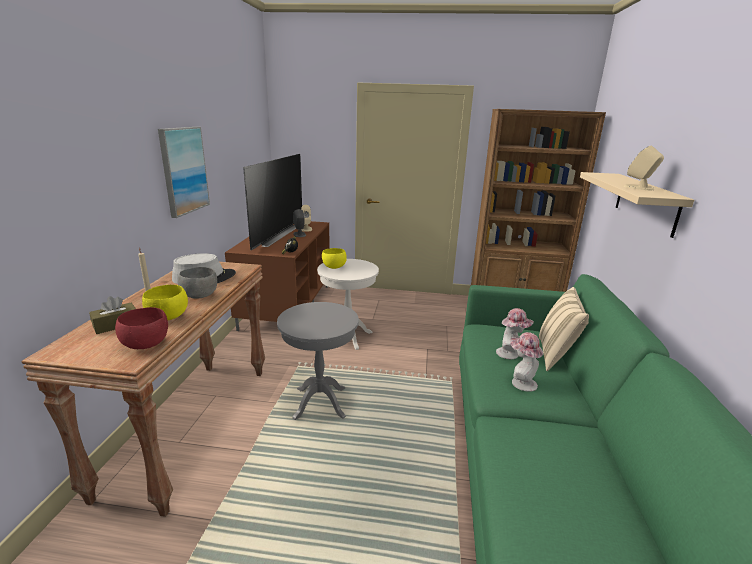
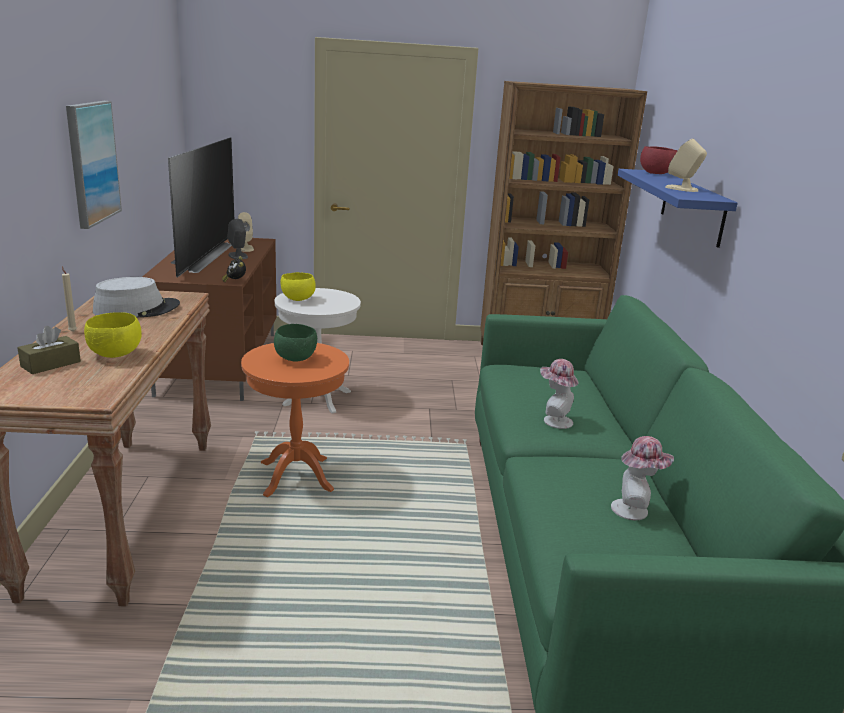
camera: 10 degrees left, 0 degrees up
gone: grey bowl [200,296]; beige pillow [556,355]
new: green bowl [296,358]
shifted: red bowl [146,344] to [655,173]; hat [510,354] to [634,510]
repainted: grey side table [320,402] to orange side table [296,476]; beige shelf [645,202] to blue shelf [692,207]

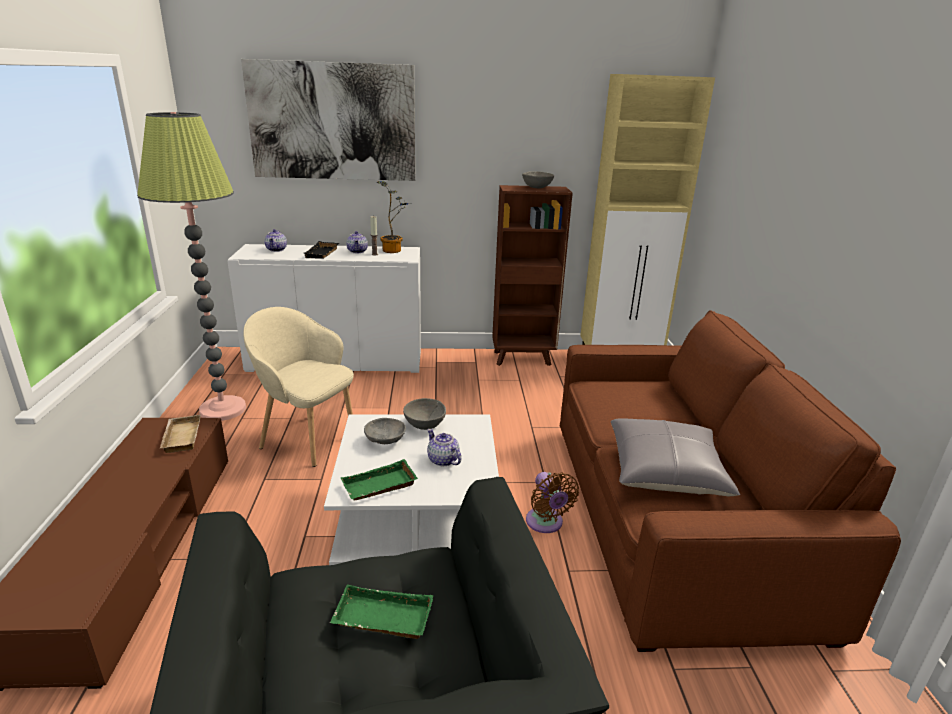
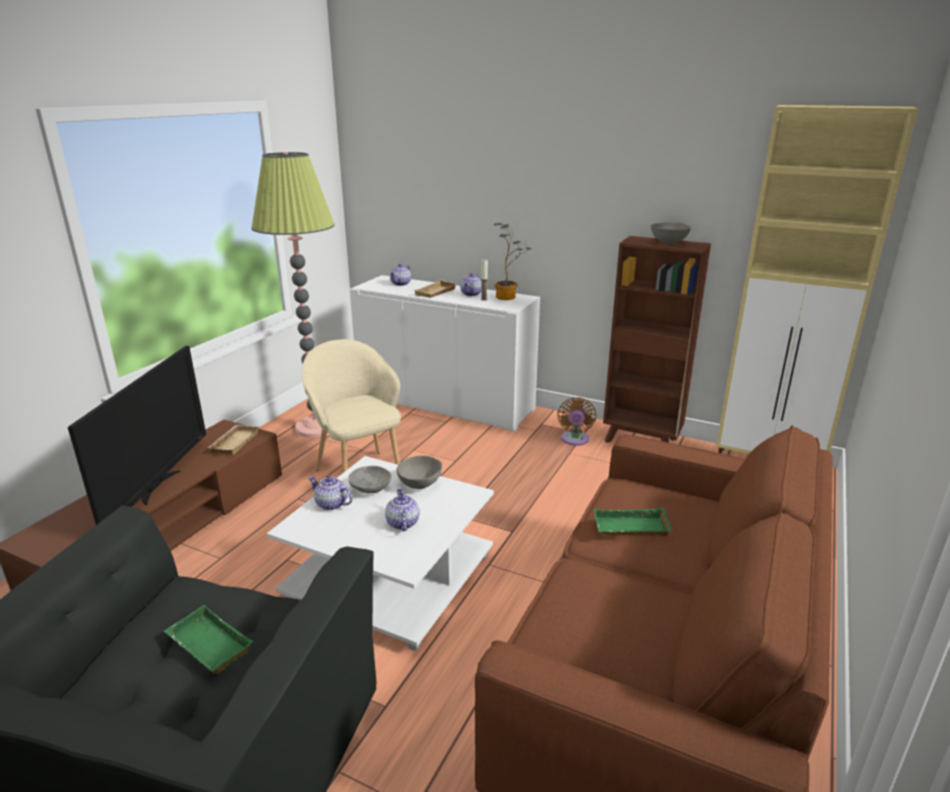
camera: 30 degrees right, 0 degrees up
gone: picture [332,122]; grey pillow [666,470]
new: television [157,486]; teapot [331,504]
shifted: green tray [379,487] to [630,529]; brown fan [546,523] to [574,440]
repainted: black tray [323,253] to beige tray [436,292]

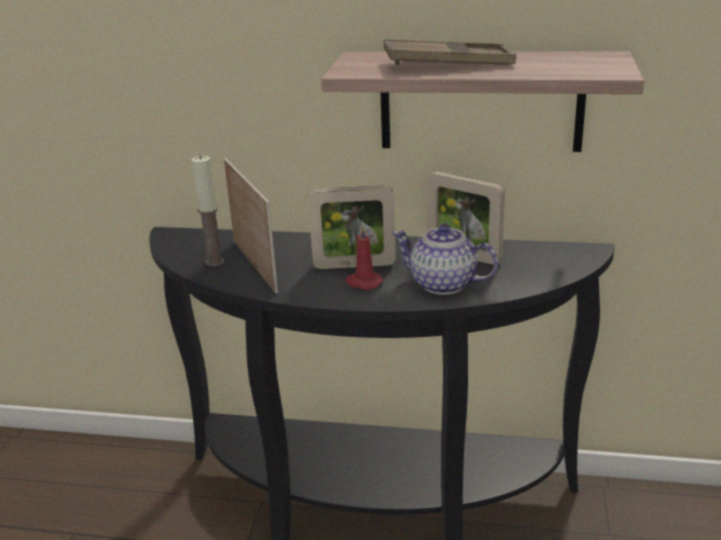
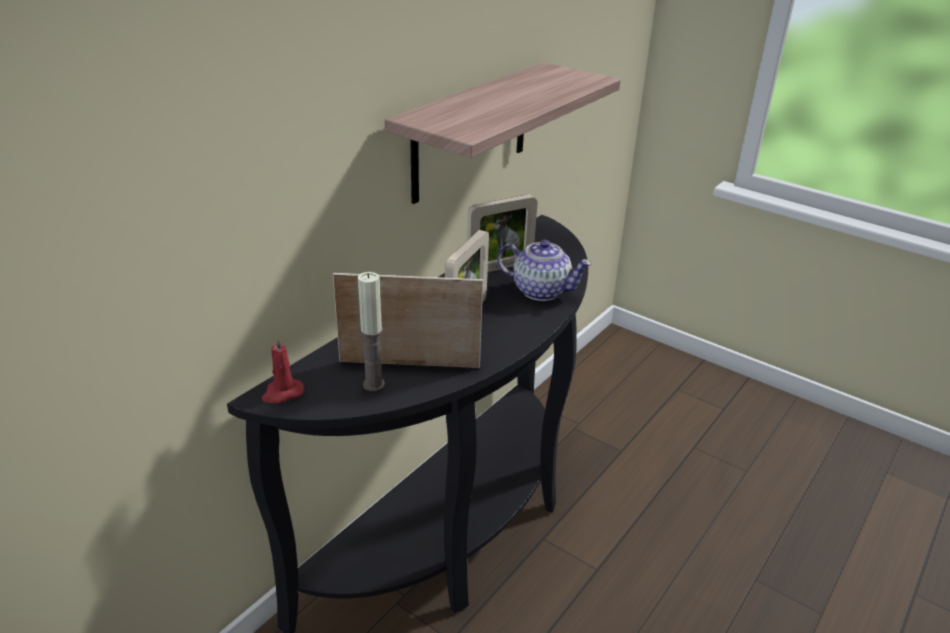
camera: 65 degrees left, 5 degrees up
gone: brown tray [448,63]
shifted: red candle [363,283] to [282,393]
rotated: teapot [444,284] = [540,290] 120 degrees counterclockwise

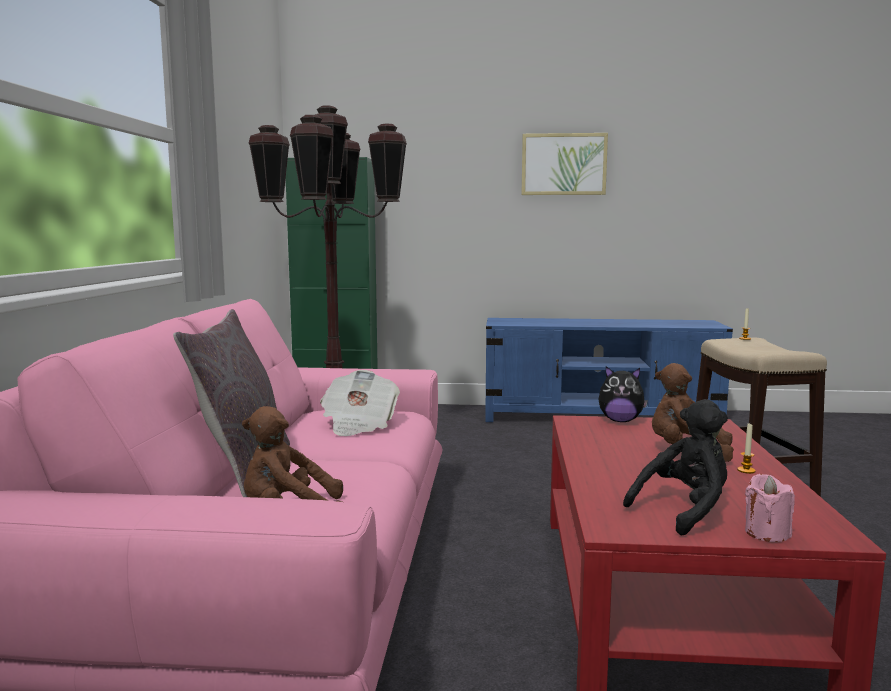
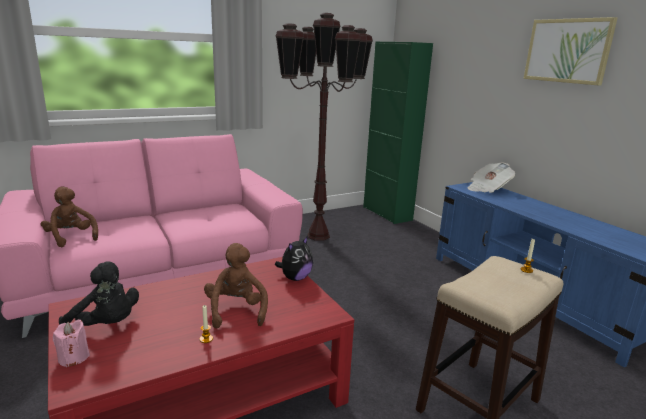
camera: 55 degrees right, 10 degrees up
gone: grey pillow [243,471]
shifted: newspaper [359,424] to [487,189]
rotated: plush toy [620,421] = [295,278] 120 degrees counterclockwise

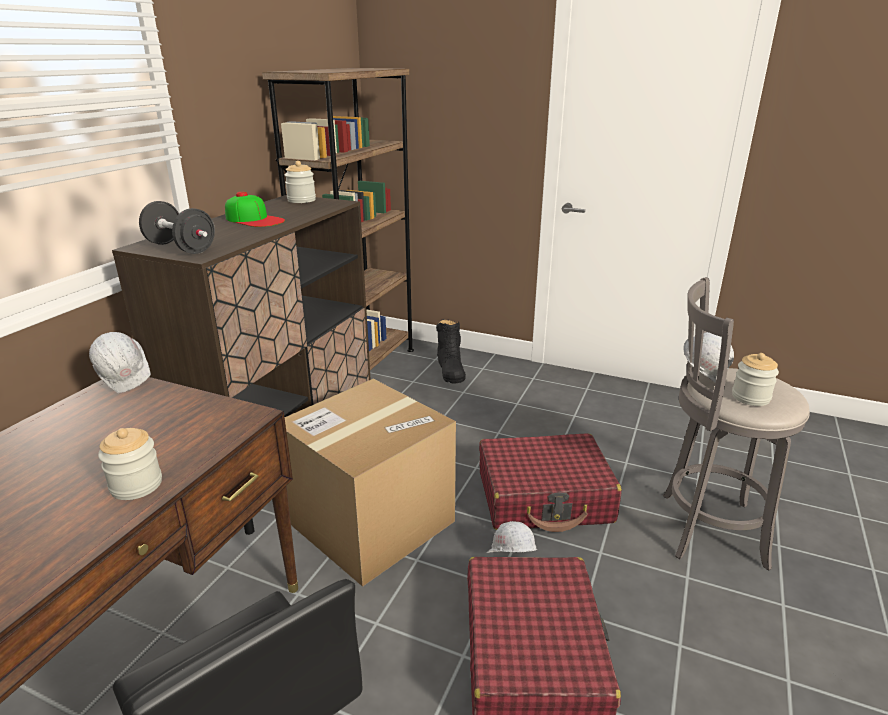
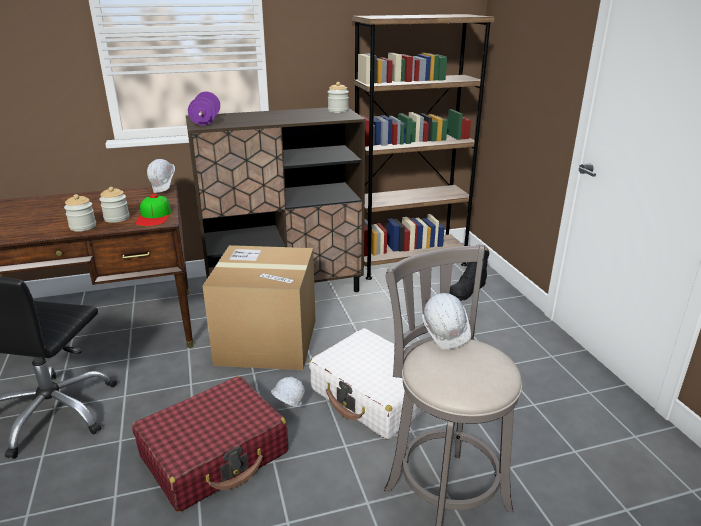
camera: 50 degrees right, 0 degrees up
shifted: cap [254,219] to [154,216]; jar [750,397] to [116,218]
repainted: black dumbbell [180,248] to purple dumbbell [206,121]; red suitcase [544,497] to white suitcase [374,395]

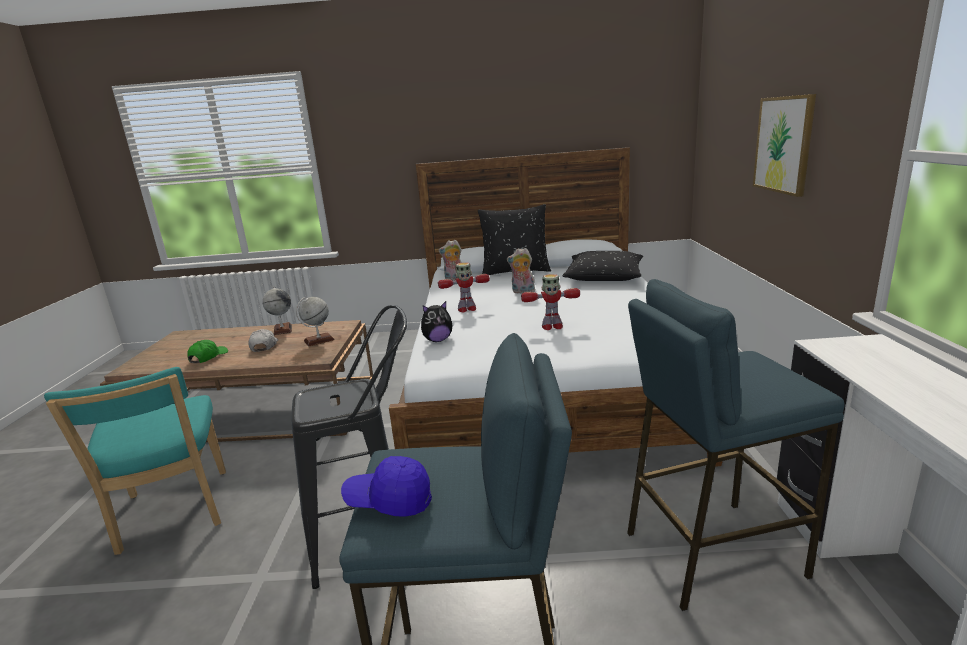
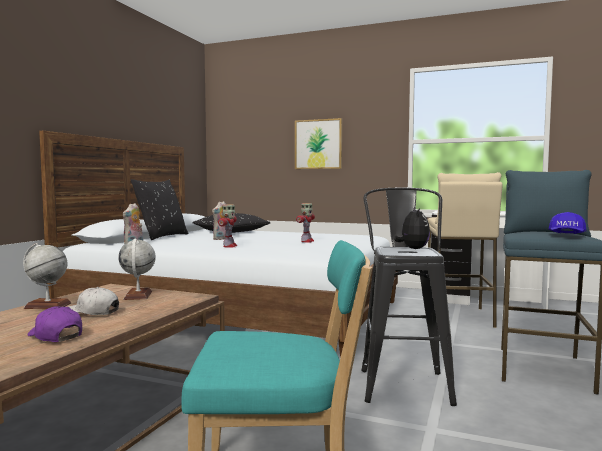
camera: 70 degrees left, 15 degrees down
shifted: plush toy [437,340] to [412,249]
repainted: green cap [208,357] to purple cap [55,336]; blue stool [711,552] to beige stool [459,316]

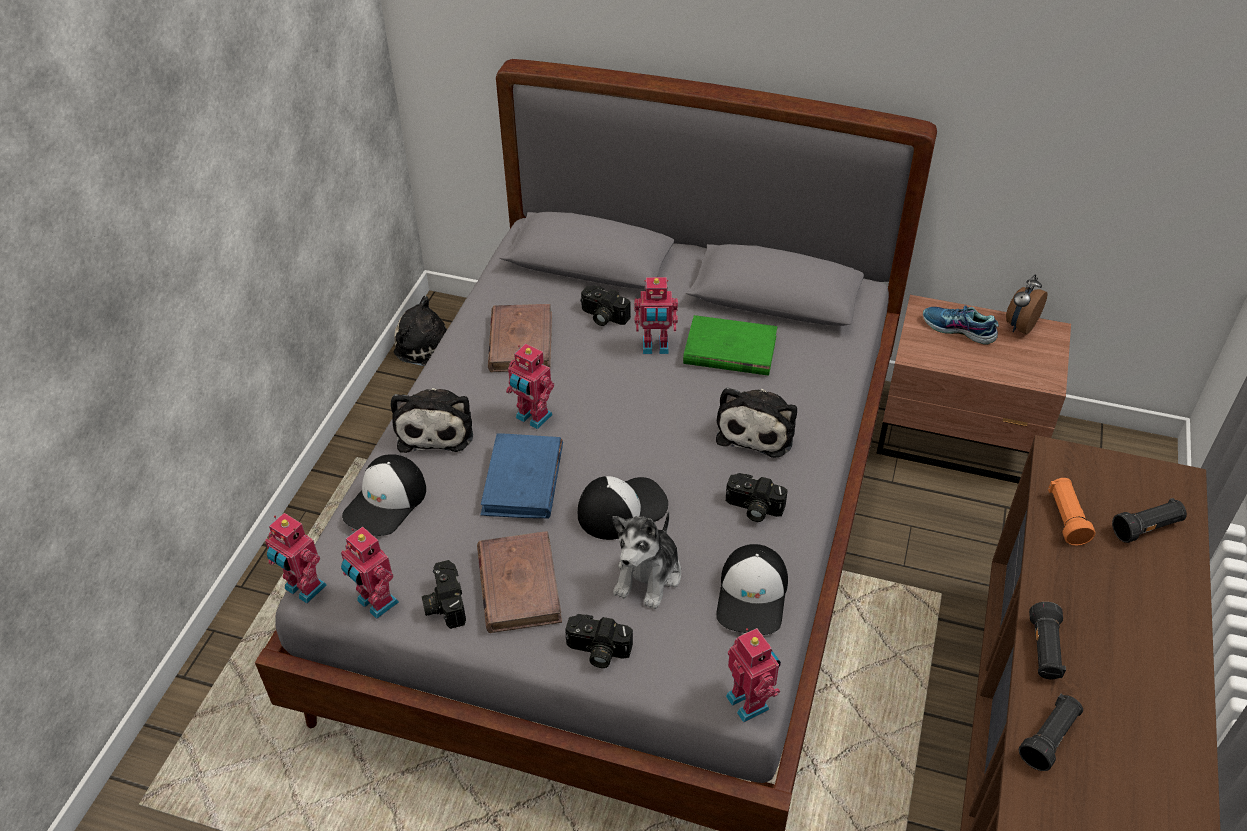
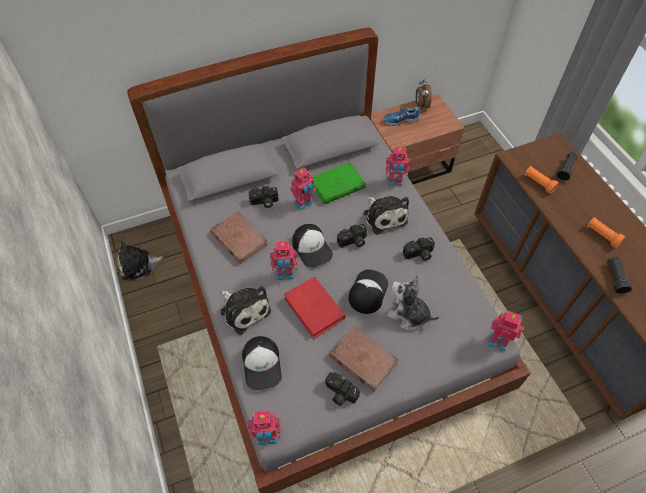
camera: 40 degrees left, 10 degrees up
gone: black flashlight [1044,650]
new: orange flashlight [602,235]
shifted: toy robot [375,603] to [395,182]; photo camera [597,651] to [353,242]; cap [753,596] to [312,248]
repainted: blue book [523,481] to red book [314,308]
rotated: plush toy [648,575] = [409,315] 135 degrees clockwise

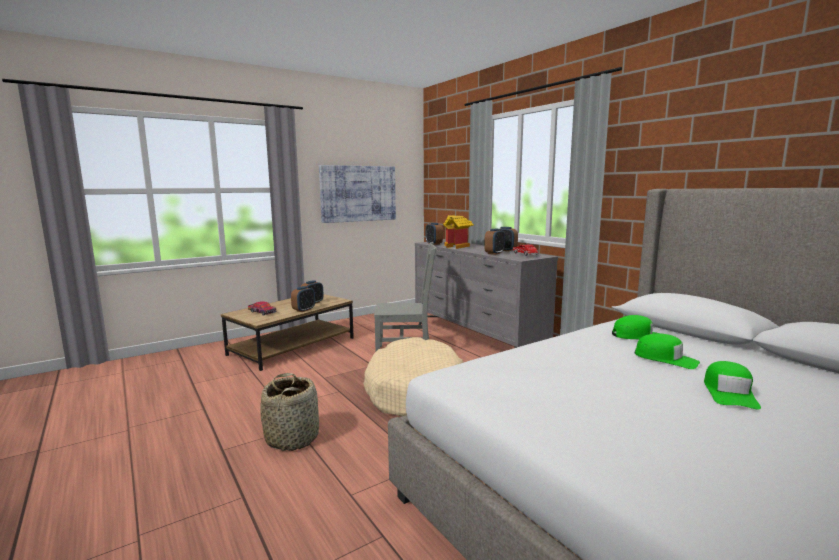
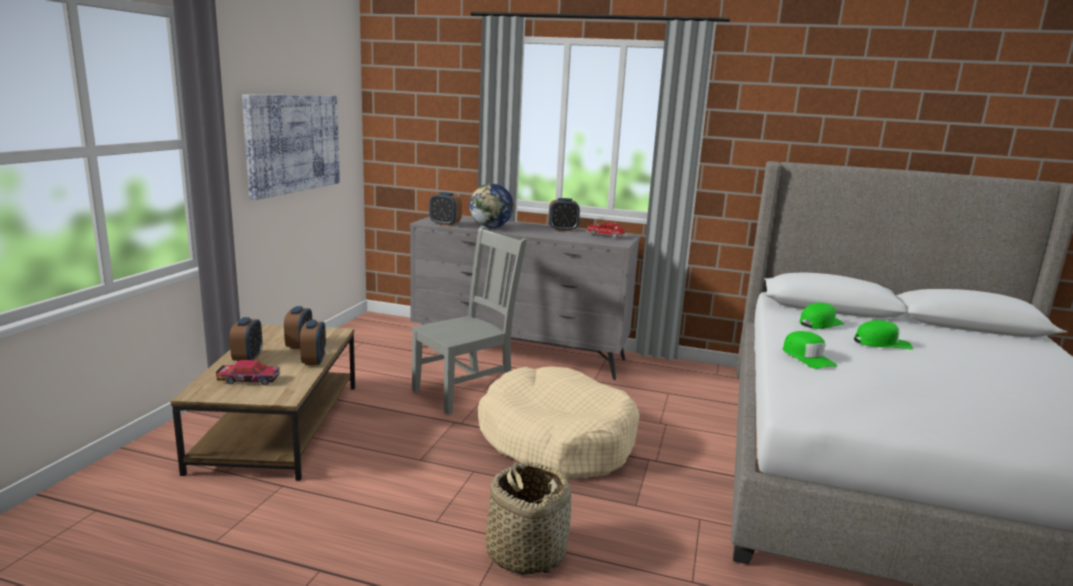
camera: 40 degrees left, 5 degrees up
shifted: alarm clock [494,253] to [248,358]; green cap [729,393] to [807,357]
swapped: toy house [457,246] to globe [491,227]

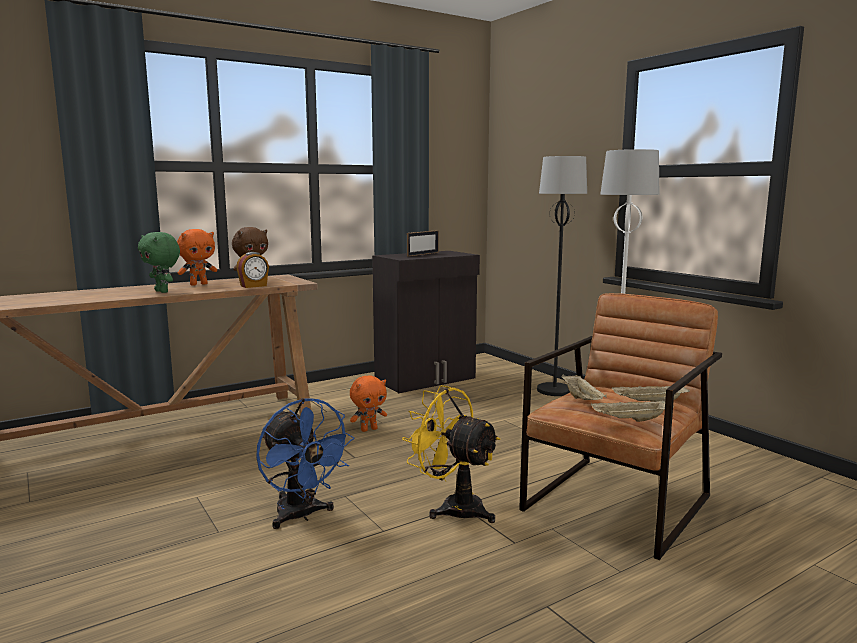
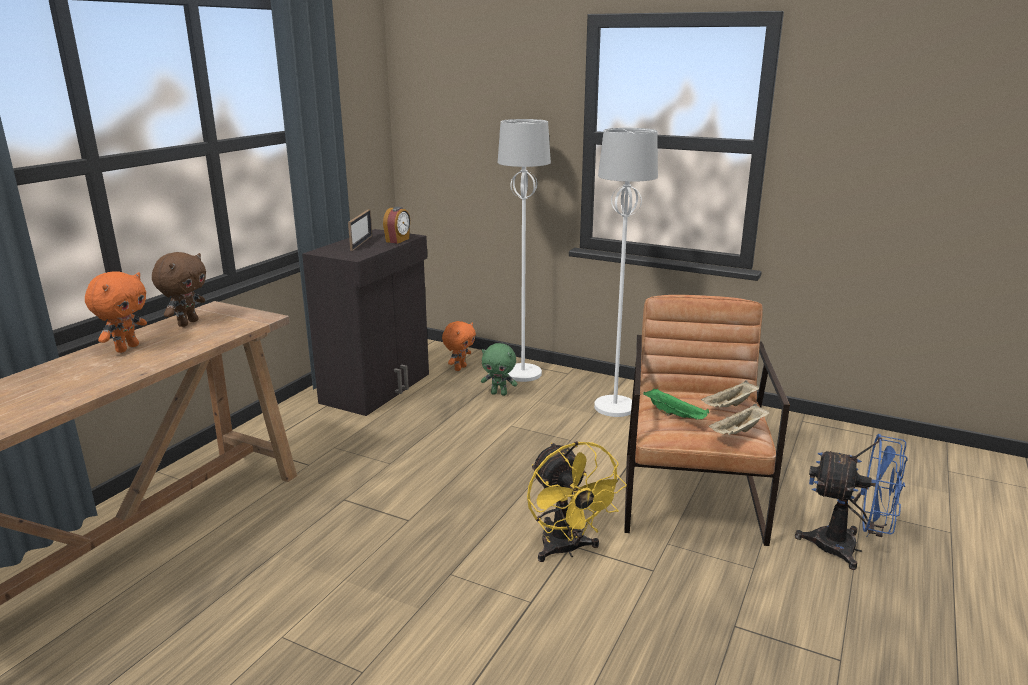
camera: 30 degrees left, 10 degrees up
shifted: green plush toy [163,291] to [499,393]; alarm clock [253,286] to [398,240]; blue fan [301,516] to [847,549]; orange plush toy [369,429] to [459,368]
repainted: black floor lamp [555,390] to white floor lamp [523,373]; beige tray [582,399] to green tray [675,415]
rotated: yellow fan [453,507] = [566,550] 120 degrees counterclockwise

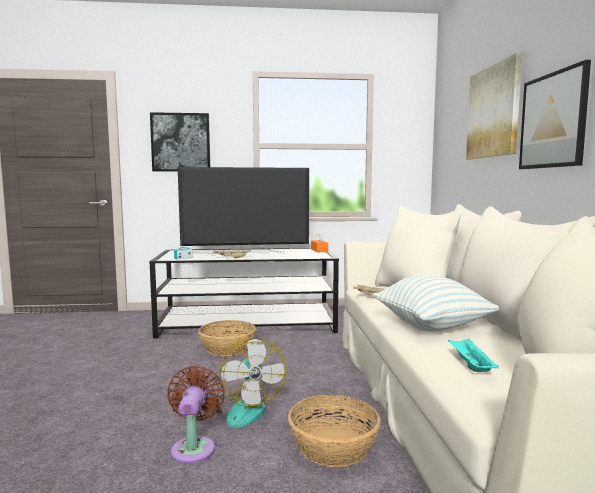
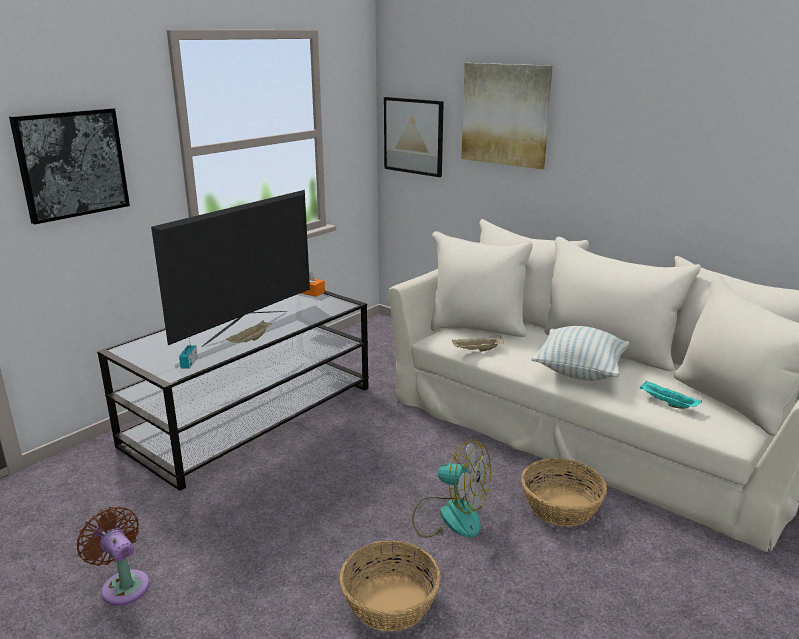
camera: 45 degrees left, 15 degrees up
shifted: brown fan [194,447] to [123,585]; basket [227,348] to [389,602]; picture [553,120] to [413,136]

